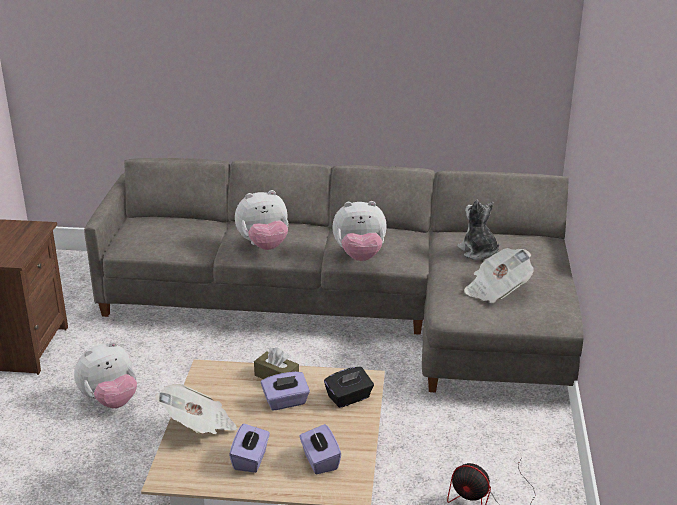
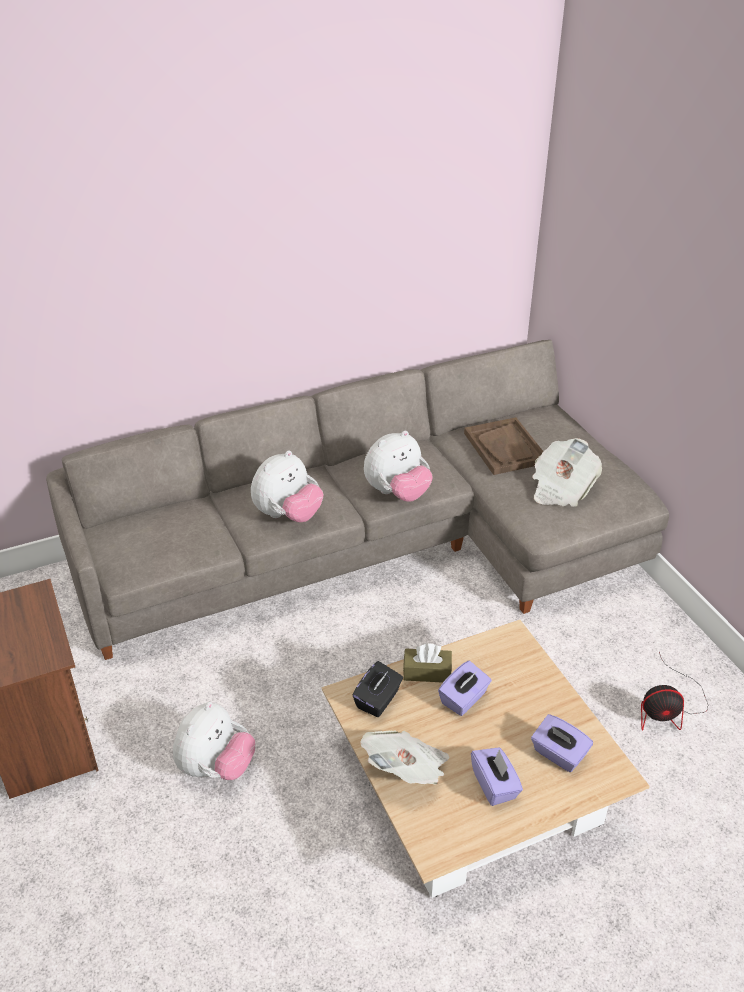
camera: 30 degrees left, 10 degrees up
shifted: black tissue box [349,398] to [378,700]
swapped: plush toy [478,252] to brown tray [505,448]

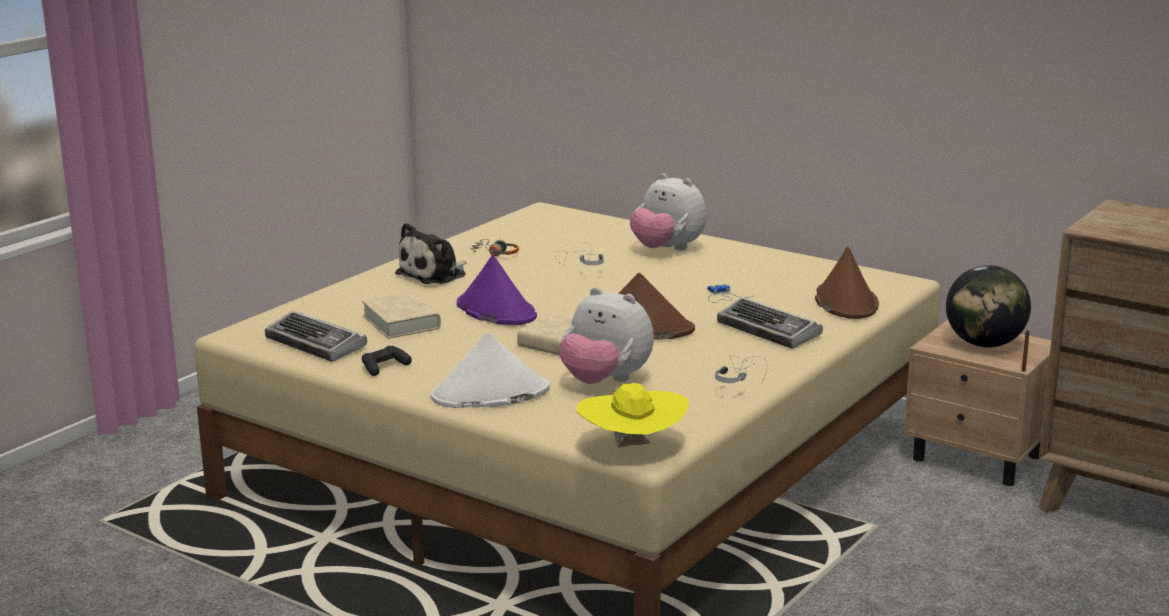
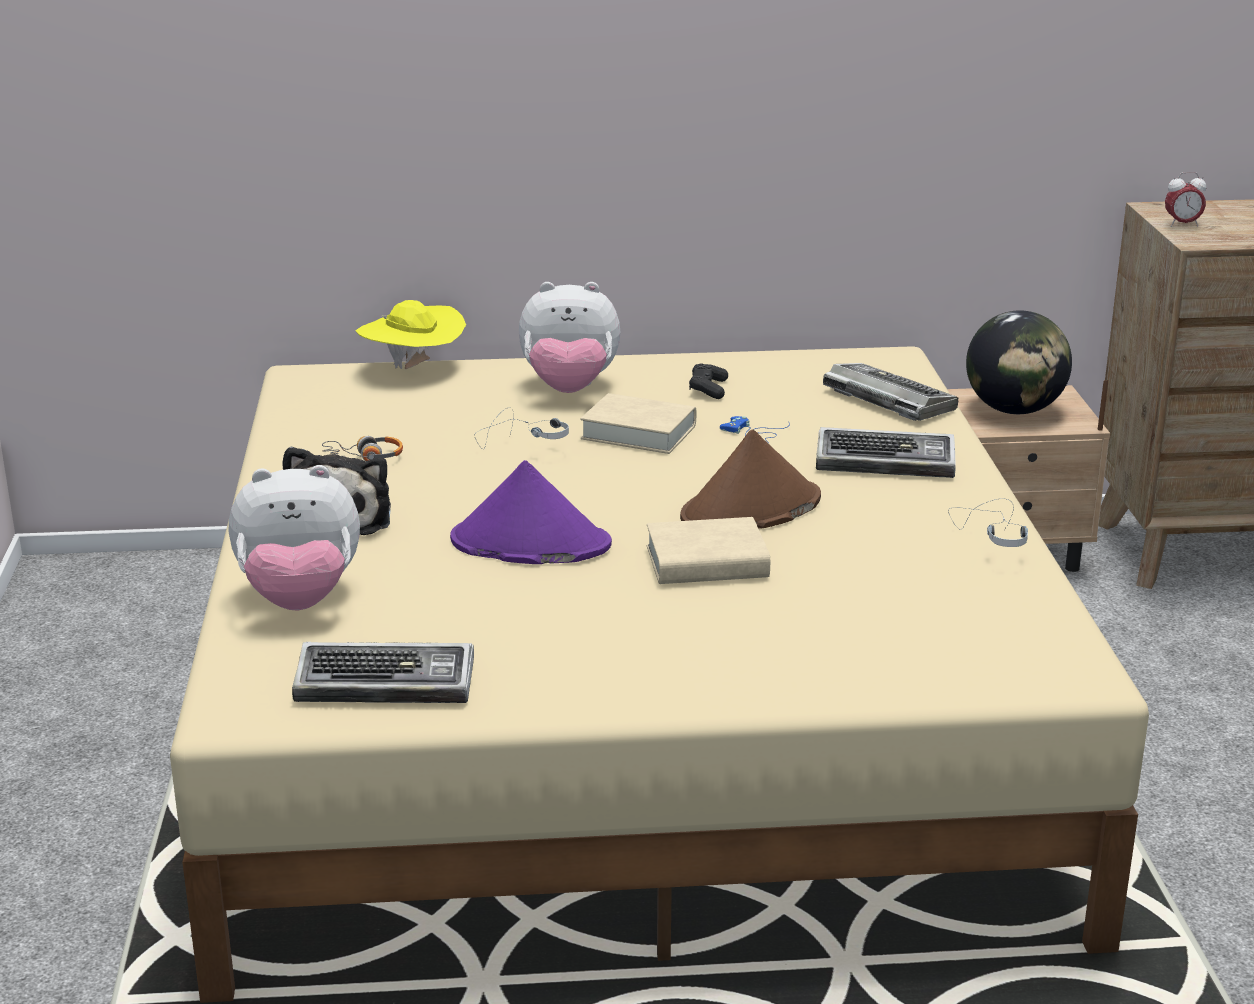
camera: 40 degrees left, 5 degrees up
gone: white hat [490,394]
new: alarm clock [1182,224]
shifted: beige book [401,322] to [638,432]; black game controller [384,367] to [708,389]; plush toy [605,381] to [299,599]; yellow hat [632,449] to [413,369]
swapped: brown hat [845,302] to keyboard [887,400]

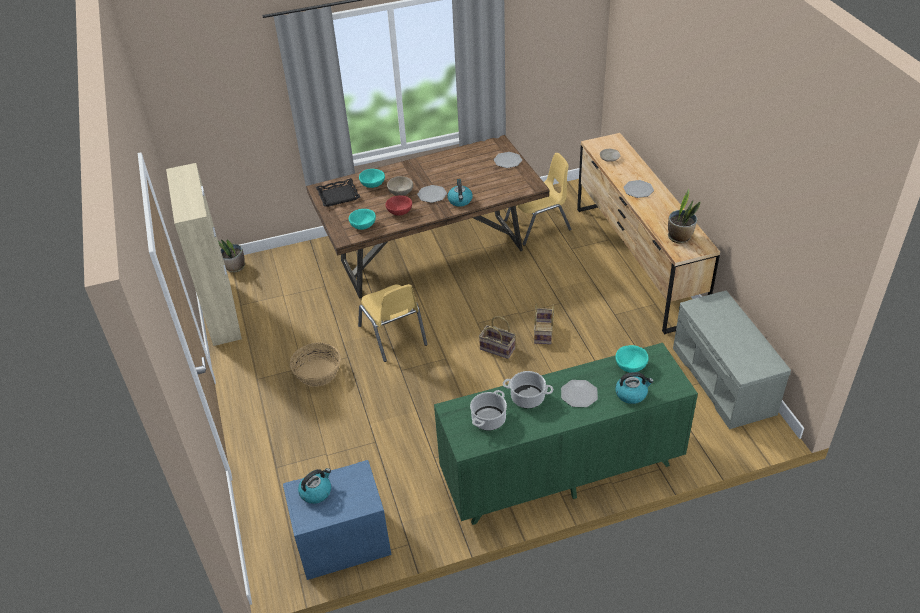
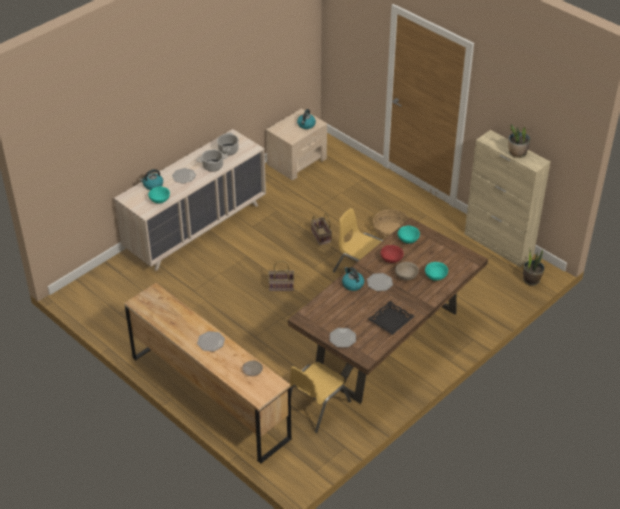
camera: 150 degrees right, 0 degrees up
gone: grey bench [724,381]
shifted: black tray [338,195] to [391,321]; basket [544,333] to [320,236]; potted plant [679,237] to [517,153]
repainted: blue nightstand [342,541] to beige nightstand [297,161]; green dresser [561,472] to beige dresser [196,228]

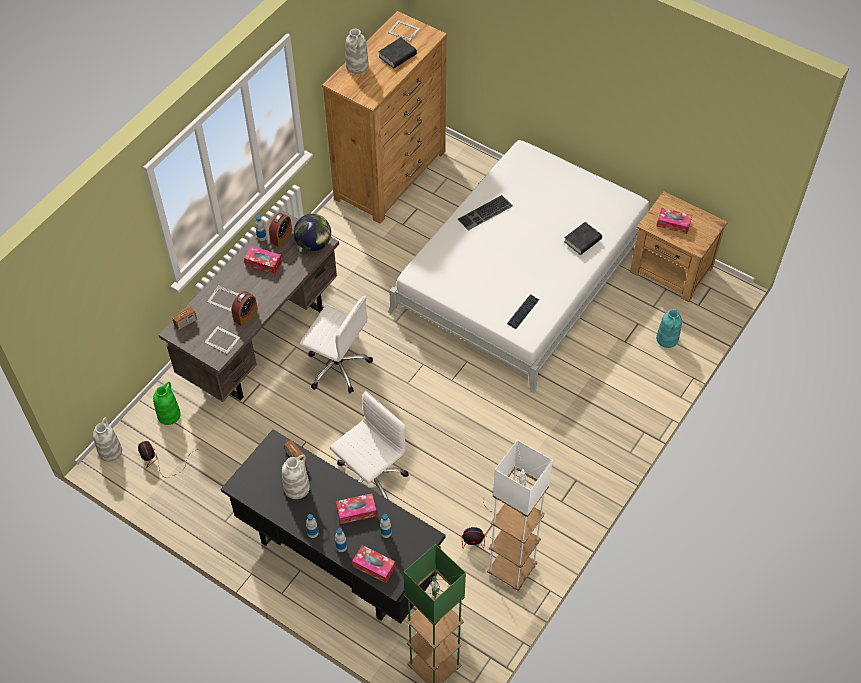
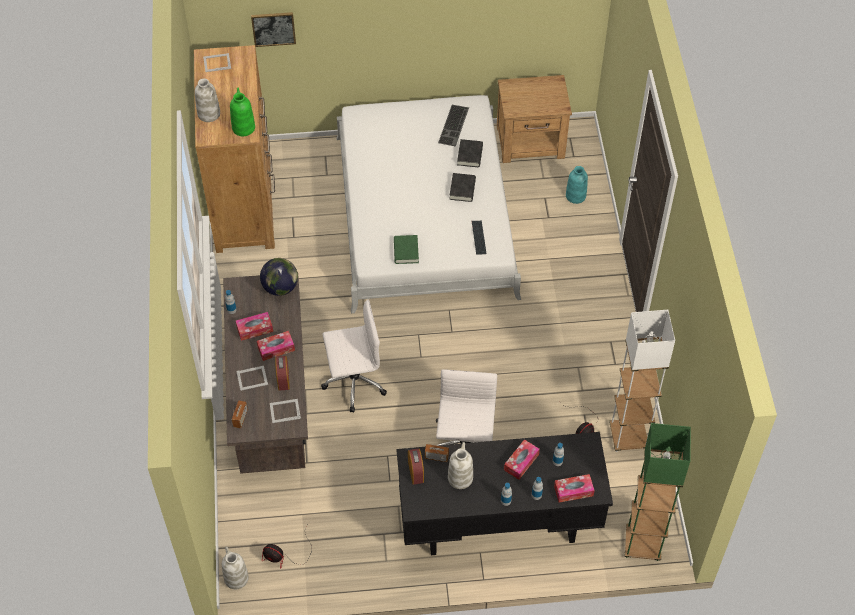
camera: 40 degrees left, 0 degrees up
new: picture [273,28]; green book [406,251]
shifted: green vase [169,415] to [243,127]; alarm clock [281,236] to [415,471]; black book [397,55] to [462,189]; keyboard [485,213] to [454,126]; tissue box [673,224] to [276,349]

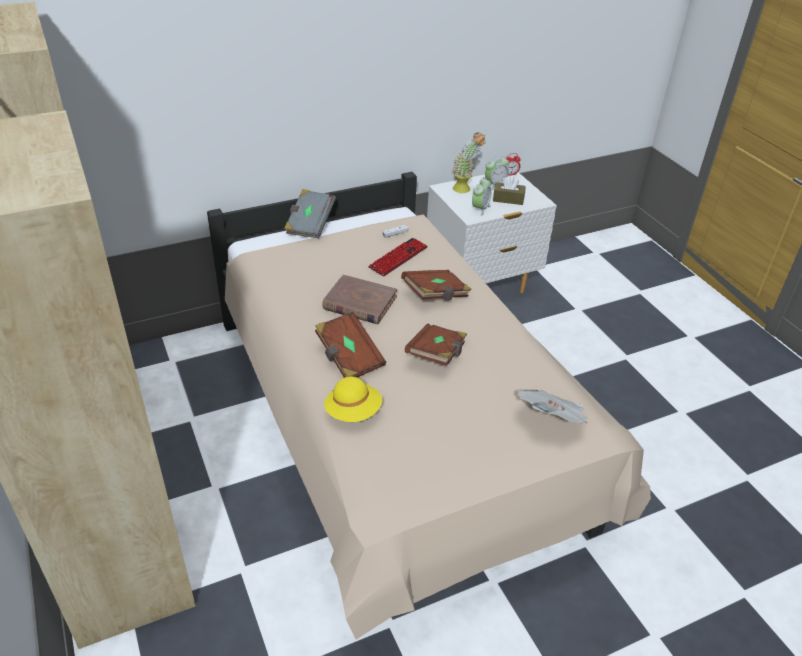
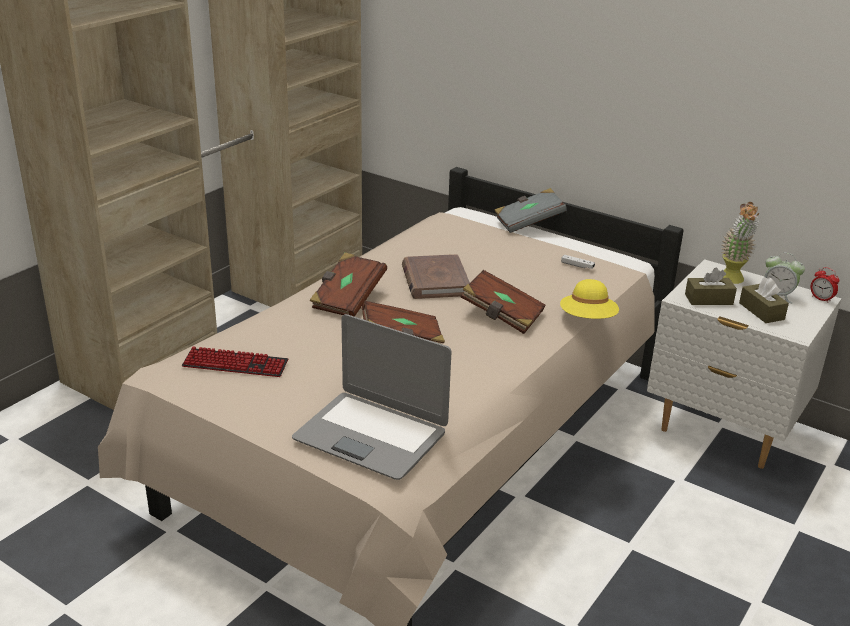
camera: 60 degrees right, 10 degrees down
shifted: yellow hat [353,412] to [588,319]; keyboard [398,258] to [235,364]
swapped: alarm clock [480,209] to brown tissue box [708,299]; newspaper [552,419] to laptop [371,435]

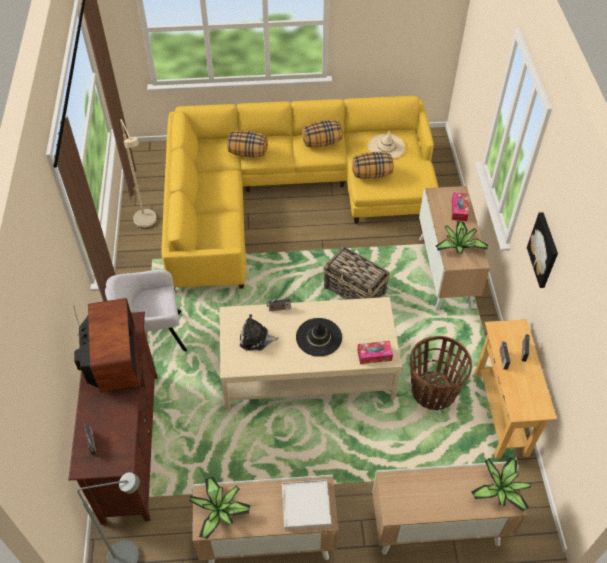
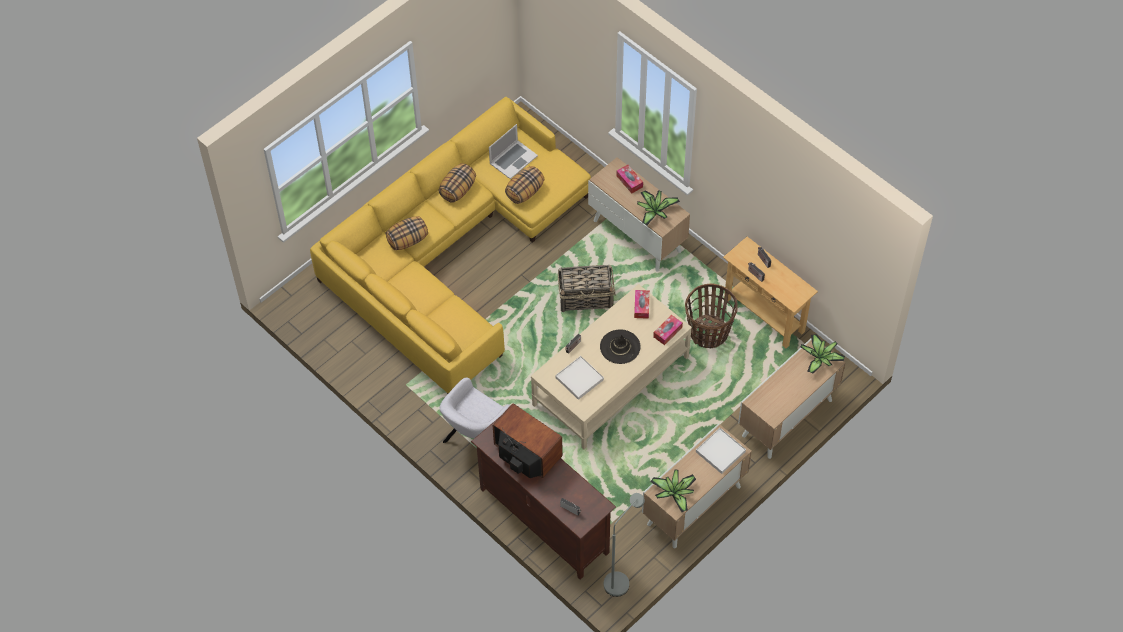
camera: 40 degrees left, 5 degrees up
gone: beige floor lamp [147,224]; picture [544,250]
new: tissue box [641,306]
swapped: plush toy [256,339] to white tray [579,379]; beige hat [386,147] to laptop [513,159]

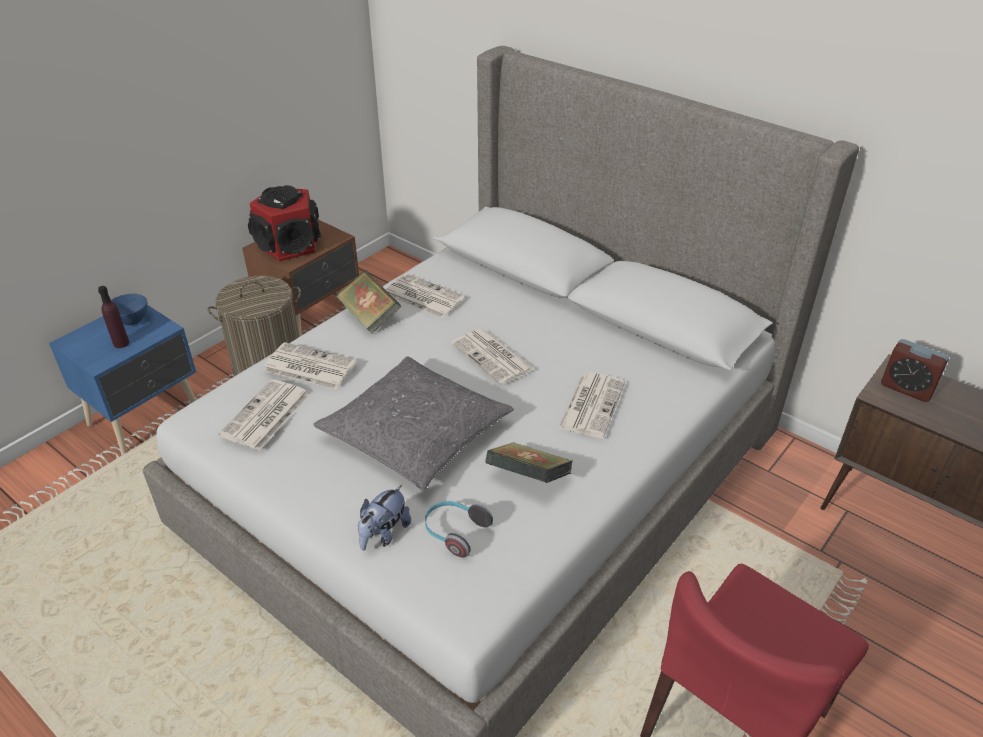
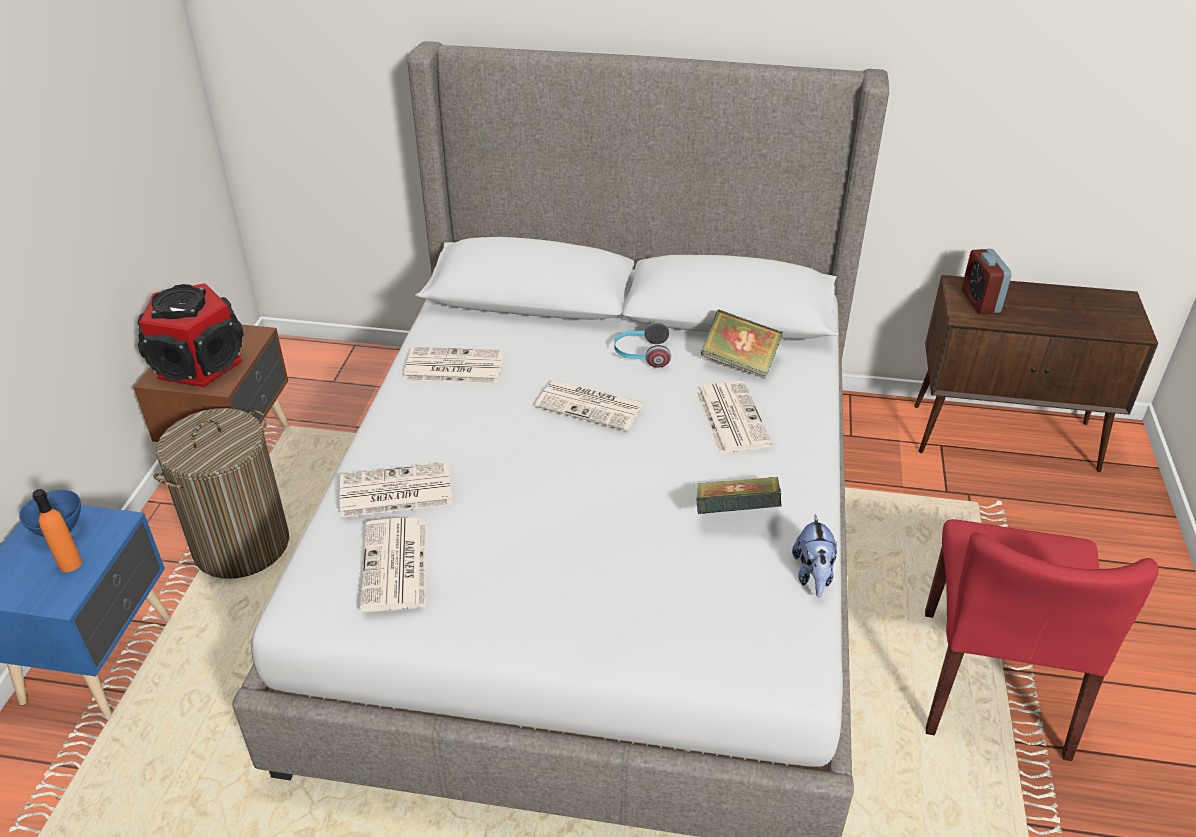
camera: 30 degrees left, 0 degrees up
gone: grey pillow [415,433]
shifted: book [369,317] to [739,362]; plush toy [384,534] to [813,575]; headphones [455,532] to [641,355]
repainted: purple bottle [121,343] to orange bottle [70,564]
rotated: alarm clock [906,388] = [980,301] 75 degrees clockwise

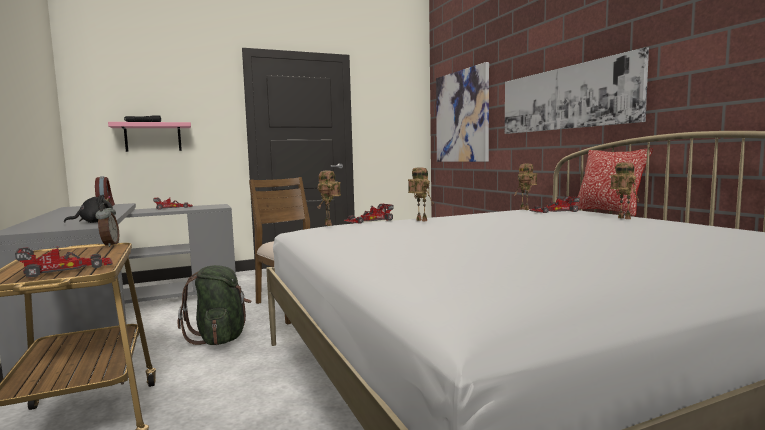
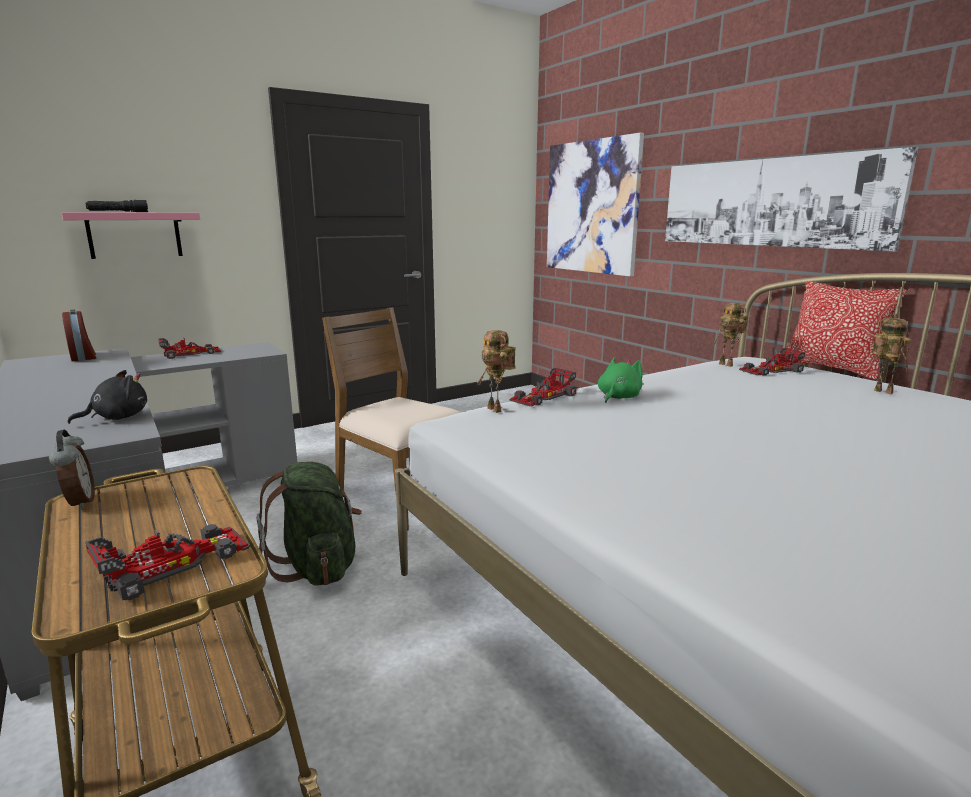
camera: 10 degrees left, 10 degrees up
shifted: alarm clock [109,245] to [79,502]
swapped: toy robot [420,220] to green plush toy [618,397]

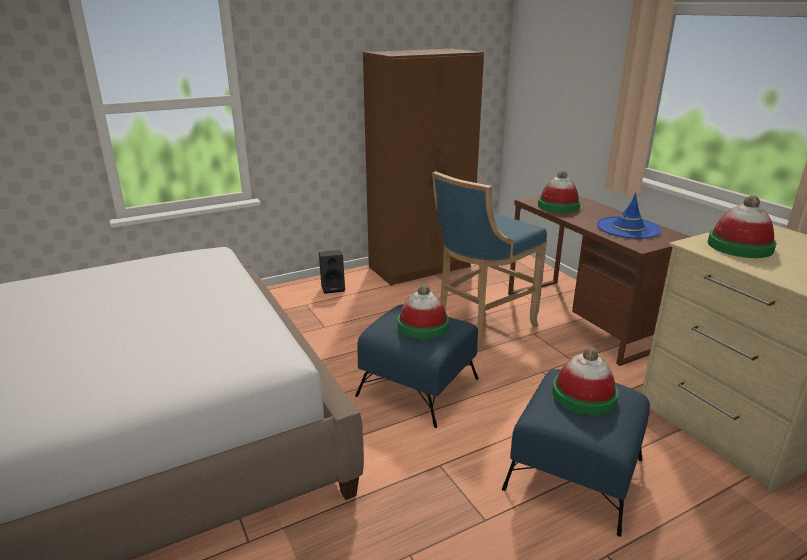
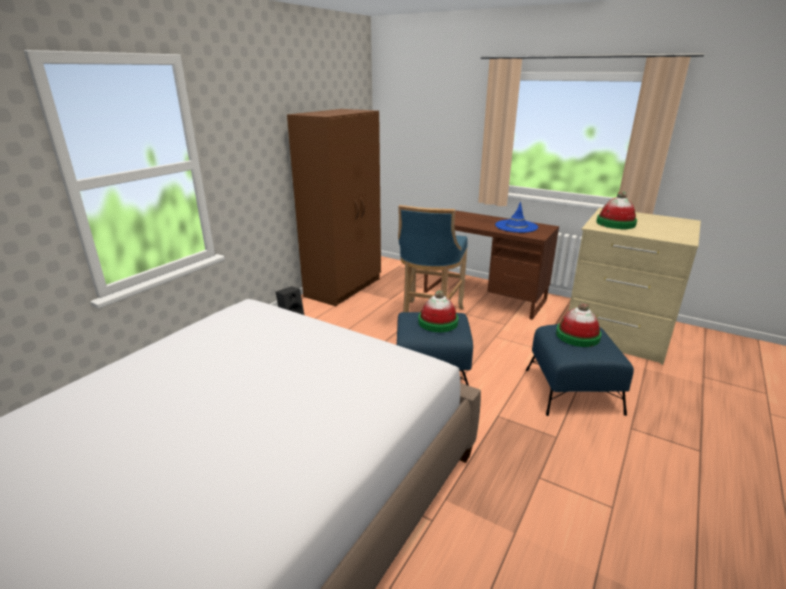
camera: 30 degrees left, 0 degrees up
gone: hat [558,206]

